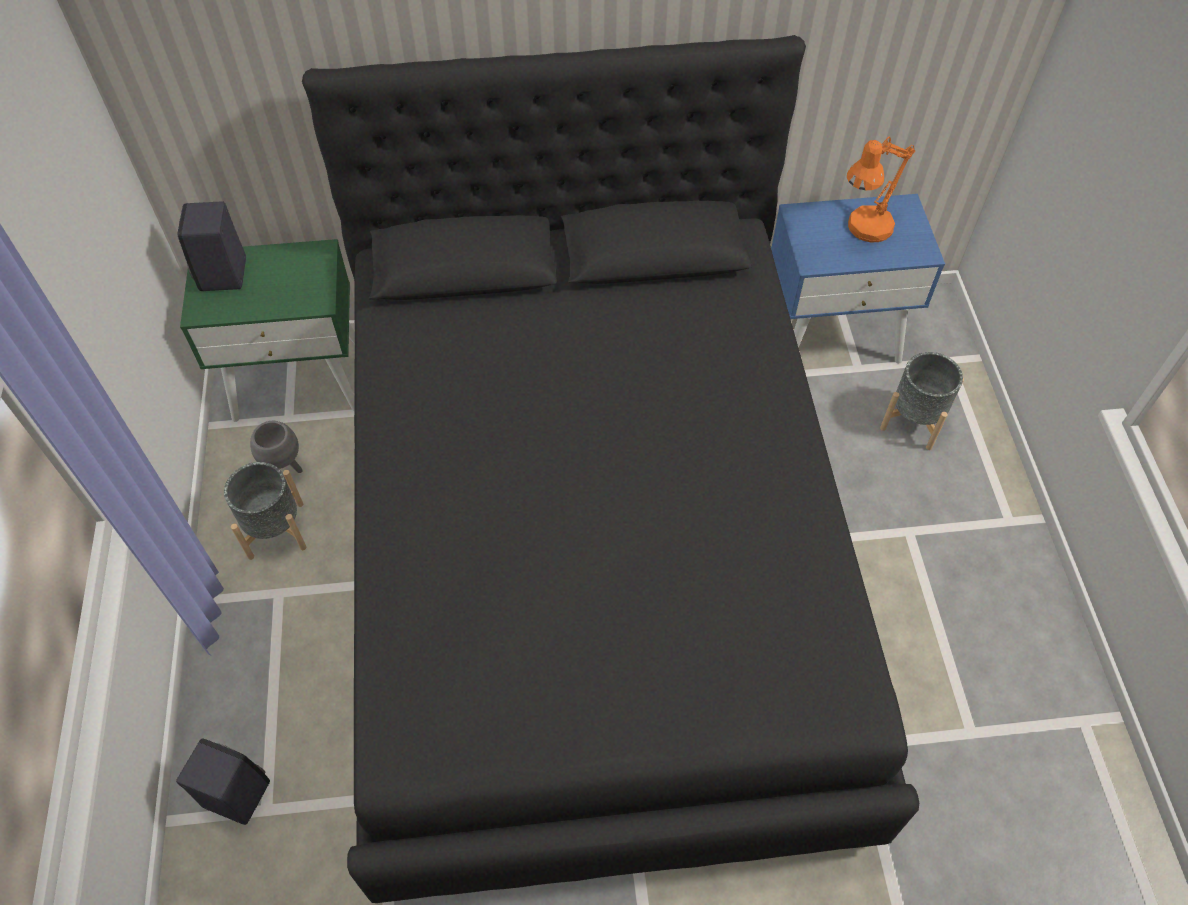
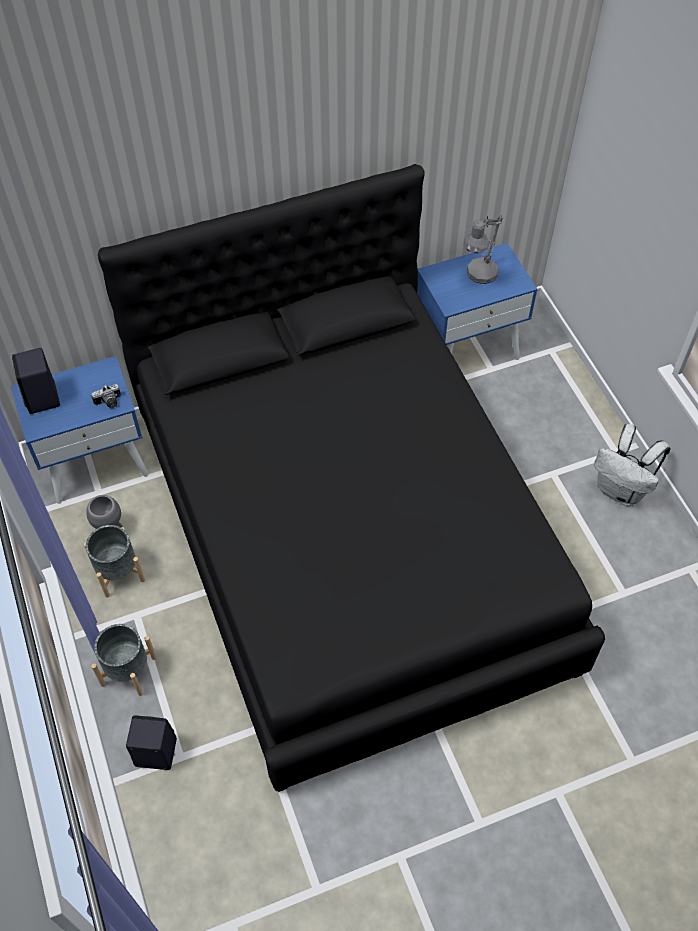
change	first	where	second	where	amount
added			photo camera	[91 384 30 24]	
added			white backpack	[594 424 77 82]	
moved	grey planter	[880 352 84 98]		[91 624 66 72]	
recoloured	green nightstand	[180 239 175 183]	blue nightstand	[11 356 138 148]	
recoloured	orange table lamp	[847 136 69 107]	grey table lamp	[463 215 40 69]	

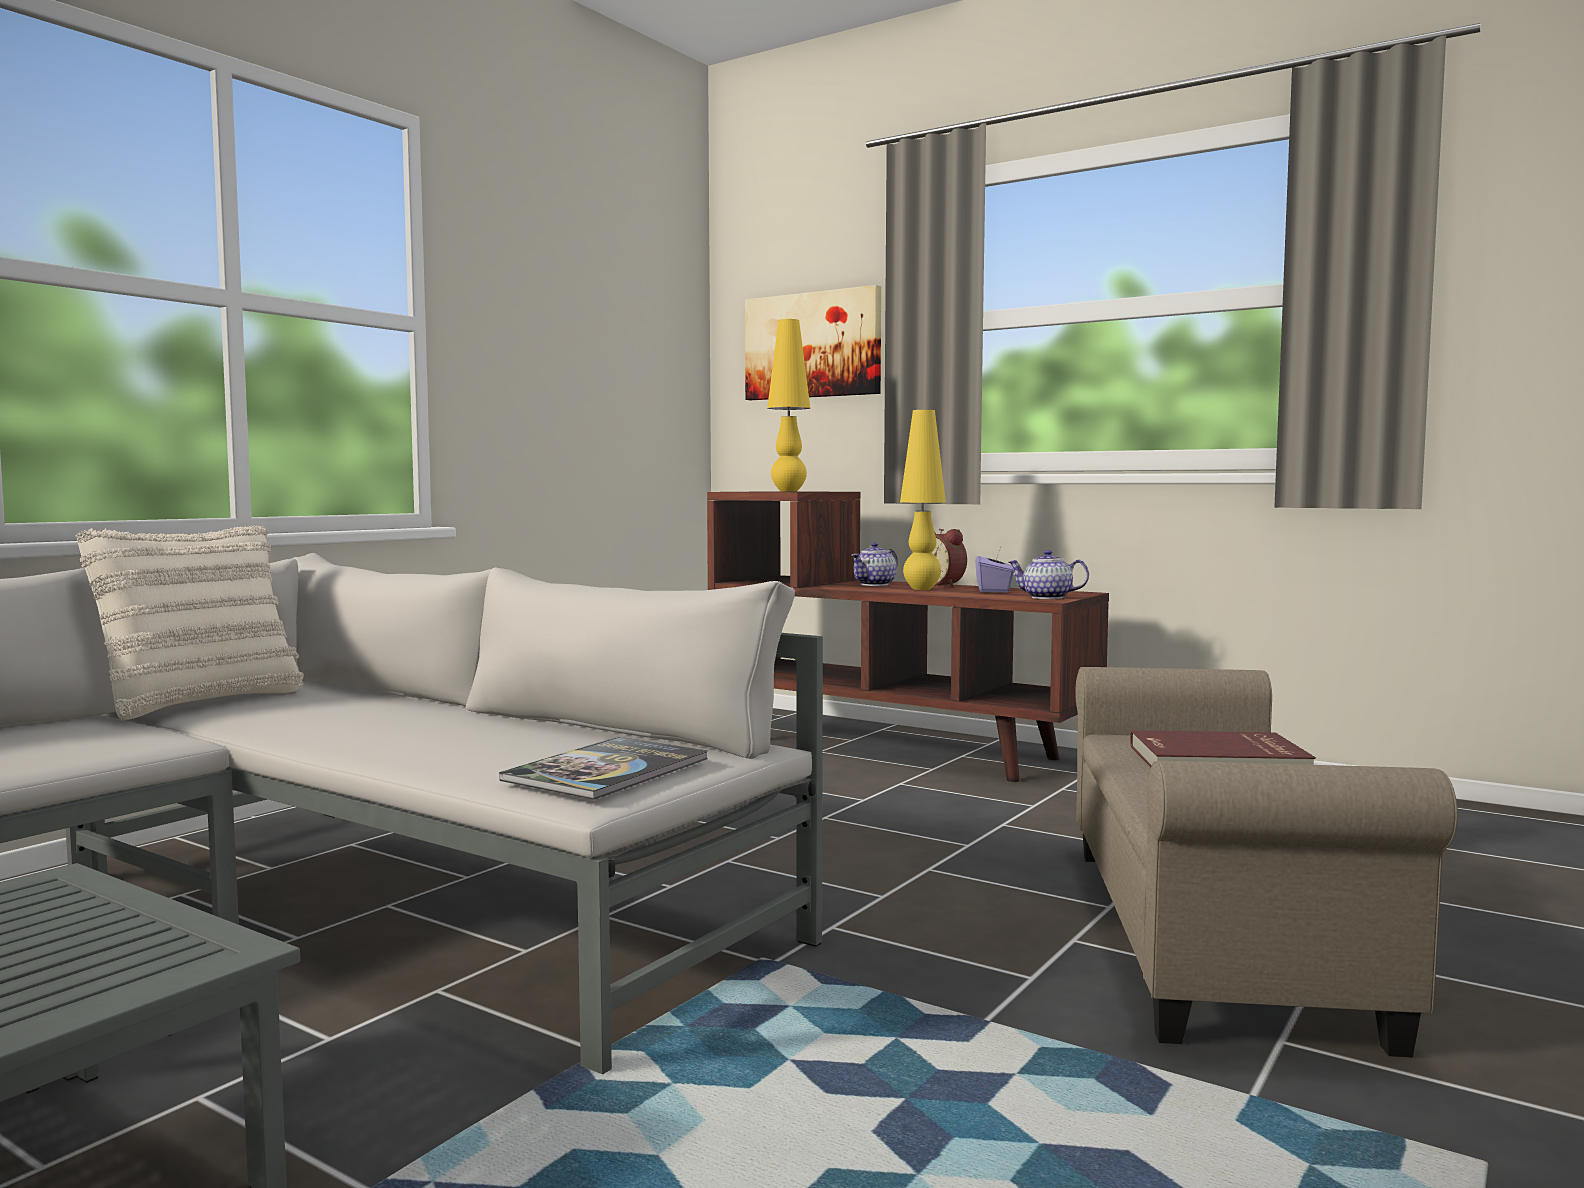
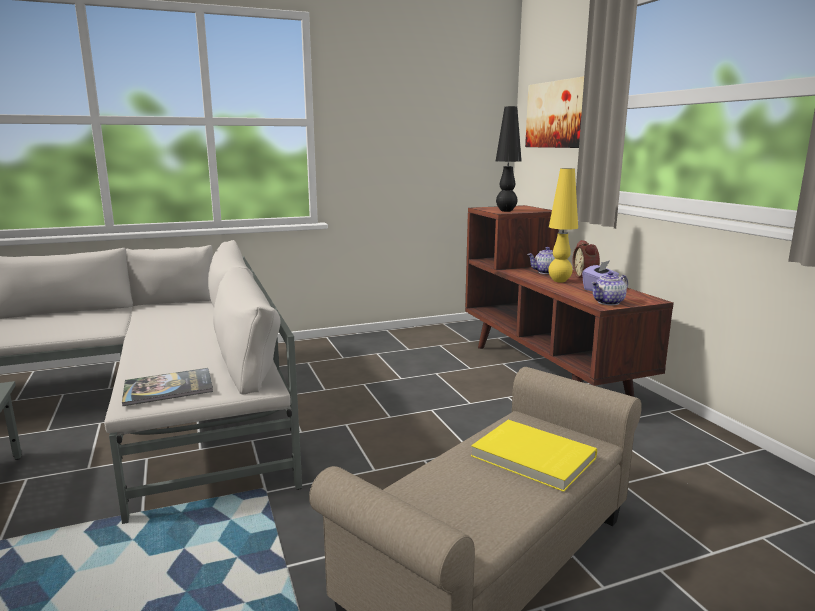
change	first	where	second	where	amount
removed	beige pillow	[75 525 229 195]			
recoloured	yellow table lamp	[767 319 43 173]	black table lamp	[496 106 26 106]	
recoloured	red book	[1130 730 186 37]	yellow book	[471 420 126 72]	
turned	teapot	[1008 550 81 49]		[591 271 37 34]	90 degrees counterclockwise

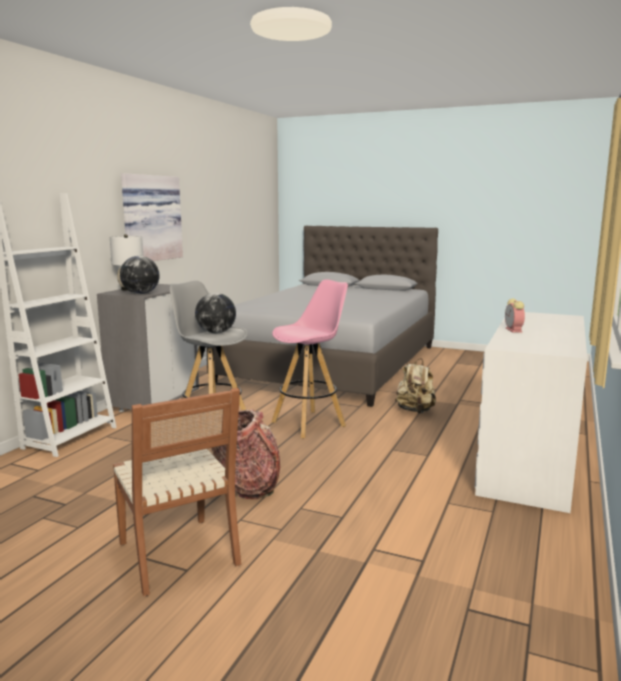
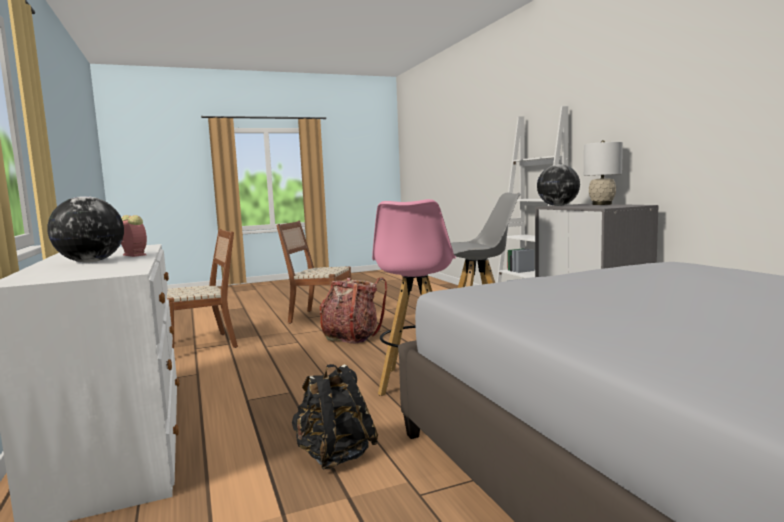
change	first	where	second	where	amount
removed	picture	[121 173 62 88]			
added			chair	[167 229 71 119]	
moved	globe	[195 293 41 41]		[47 196 77 67]	
recoloured	beige backpack	[395 358 41 56]	black backpack	[292 364 86 106]	

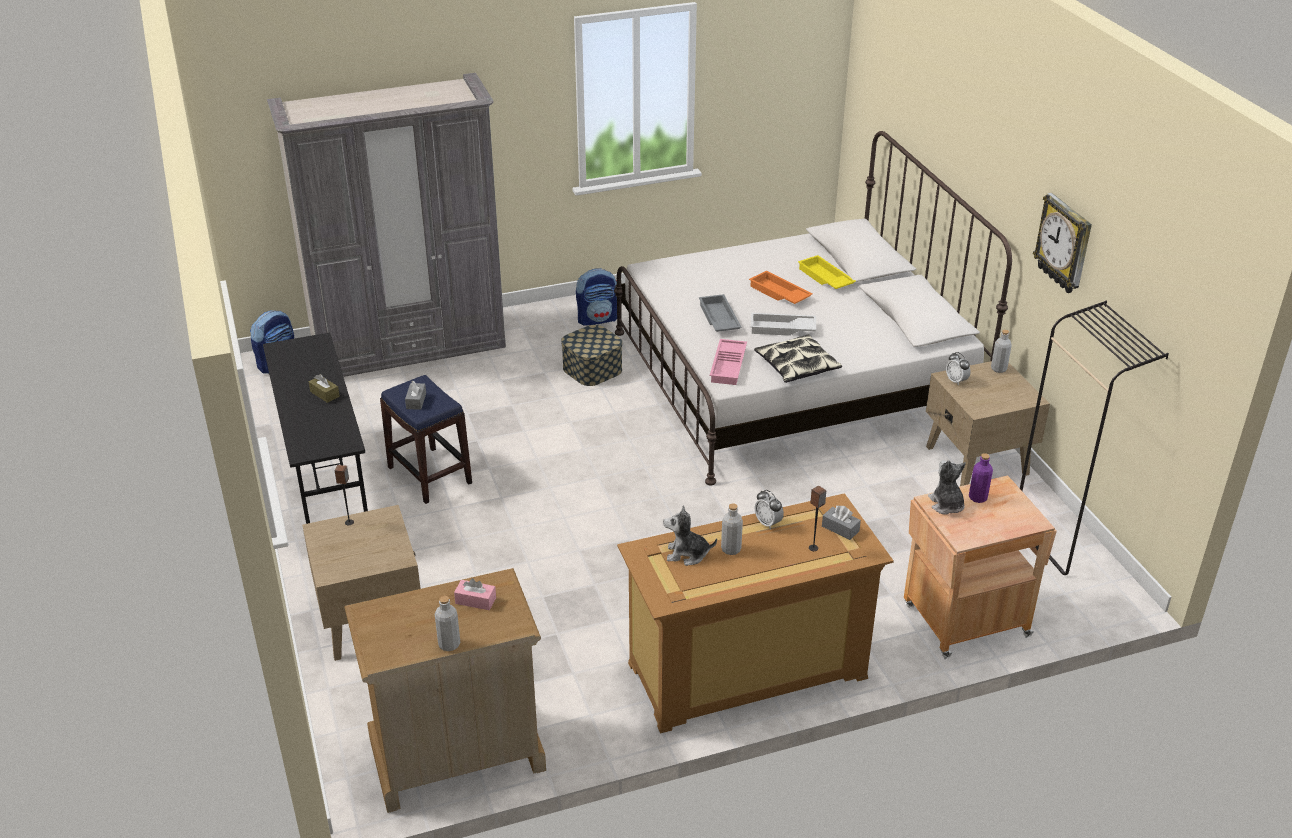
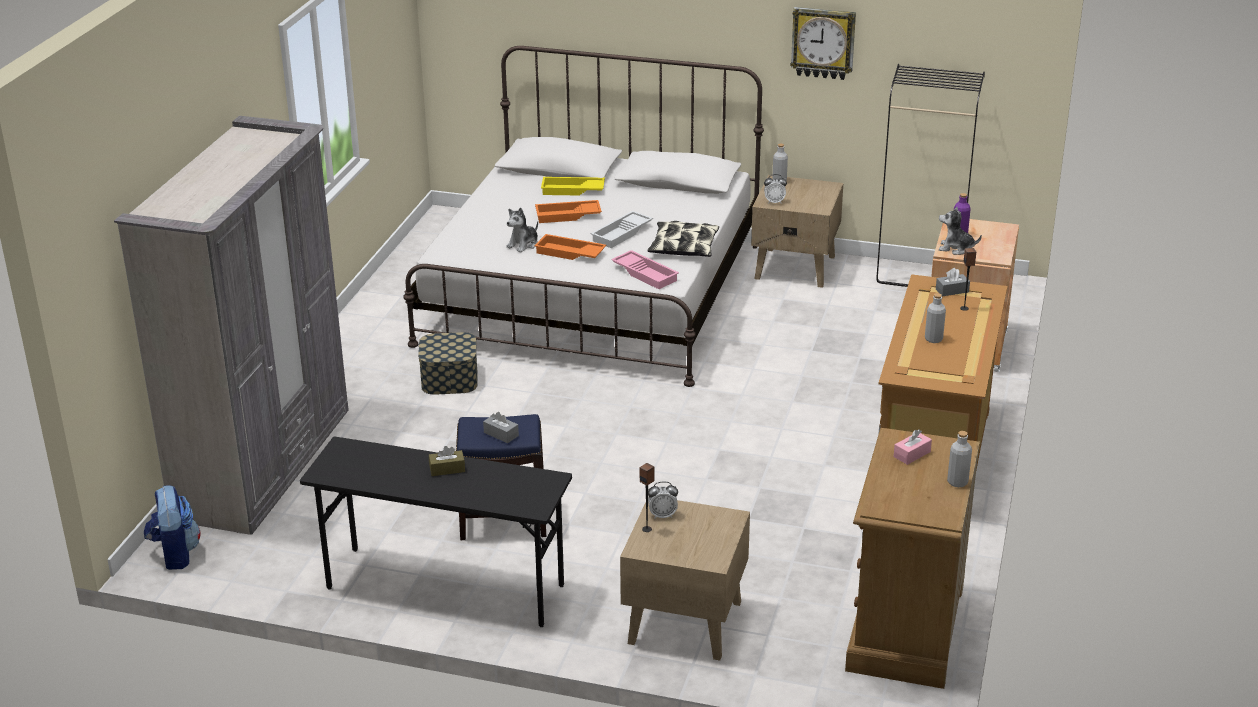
change	first	where	second	where	amount
removed	backpack	[576 268 41 58]			
moved	plush toy	[663 505 54 61]		[506 208 32 45]	
moved	alarm clock	[755 490 29 40]		[648 482 30 37]	
recoloured	grey tray	[699 294 43 38]	orange tray	[534 234 72 26]	

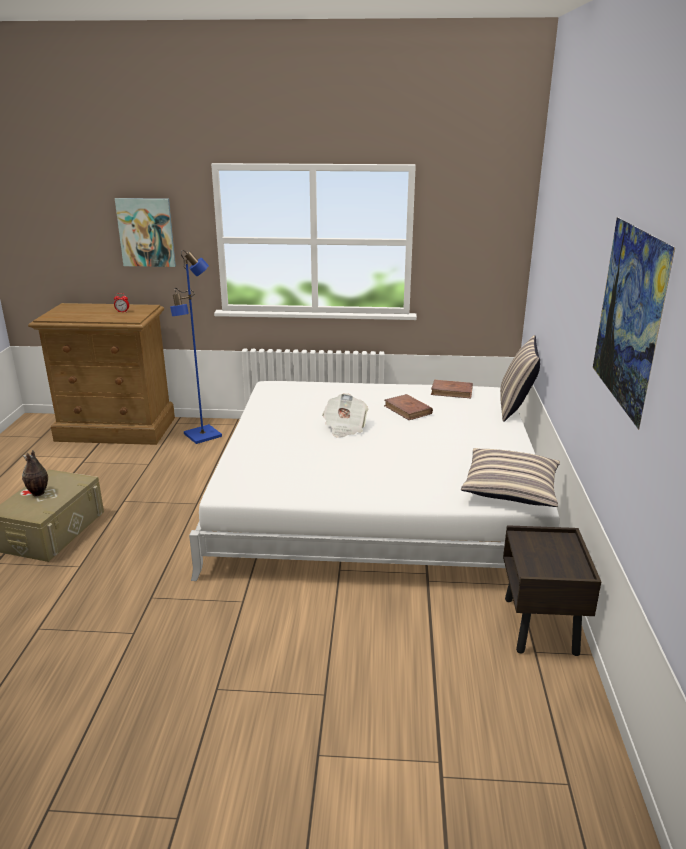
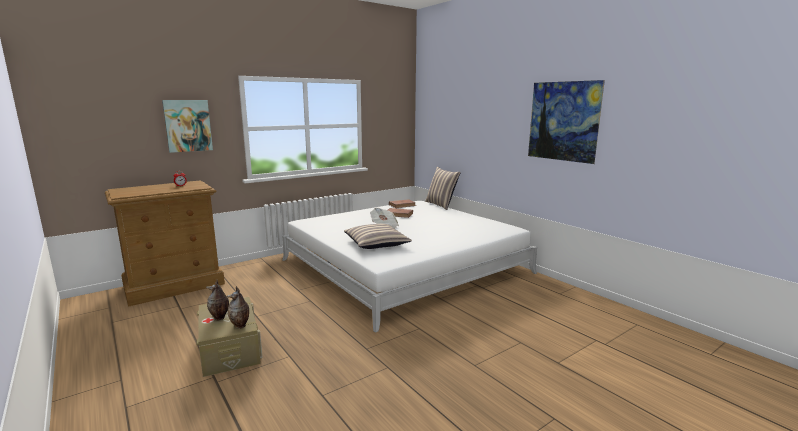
change	first	where	second	where	amount
removed	blue floor lamp	[170 250 52 194]			
removed	brown nightstand	[503 525 98 131]			
added			vase	[227 286 22 43]	
moved	pillow	[461 448 99 59]		[344 224 68 25]	

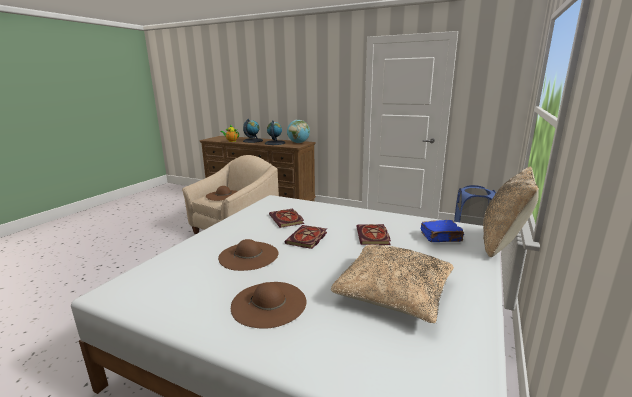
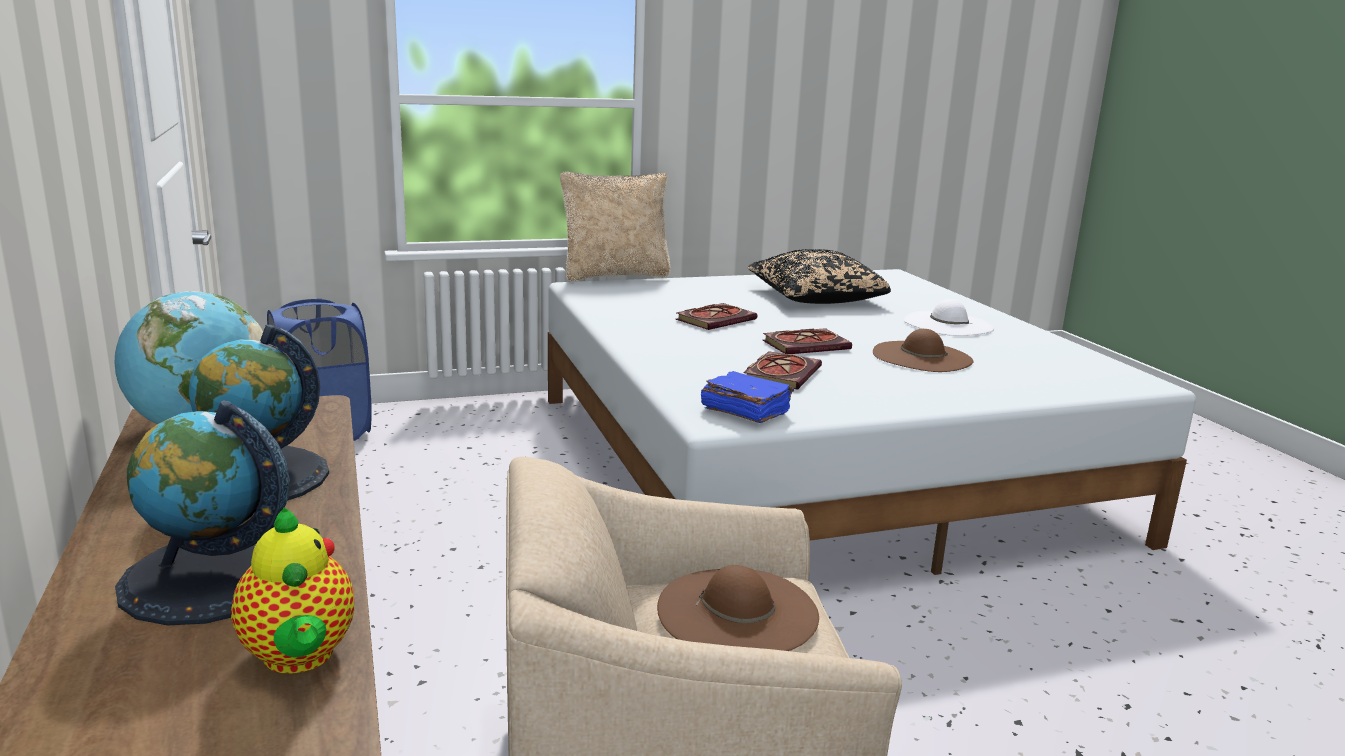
change	first	where	second	where	amount
moved	blue book	[421 220 43 22]		[701 371 93 52]	
recoloured	brown hat	[231 282 76 47]	white hat	[904 299 90 37]	
recoloured	beige pillow	[331 244 123 79]	black pillow	[748 249 143 55]	

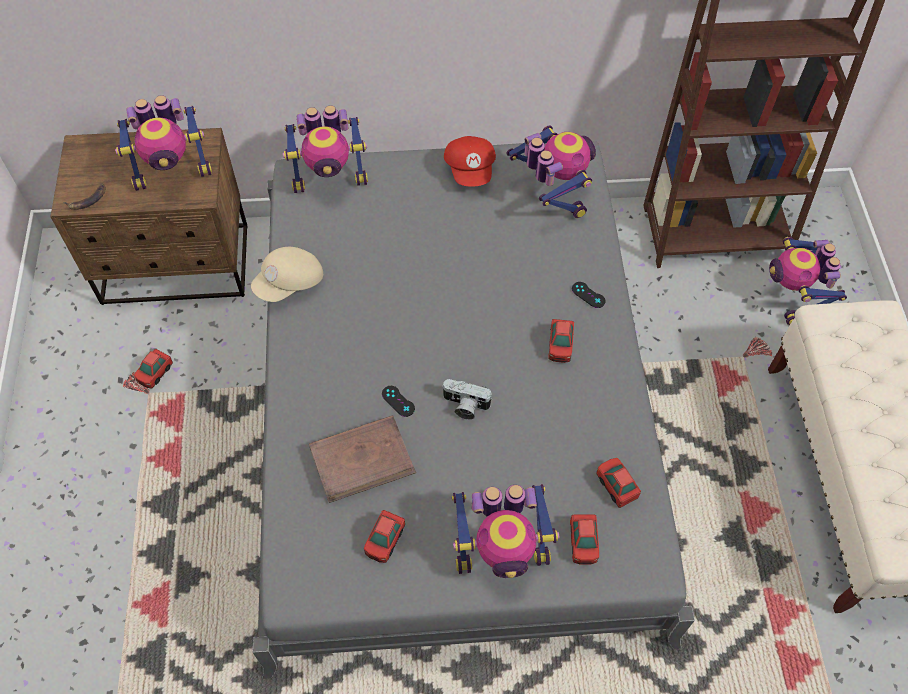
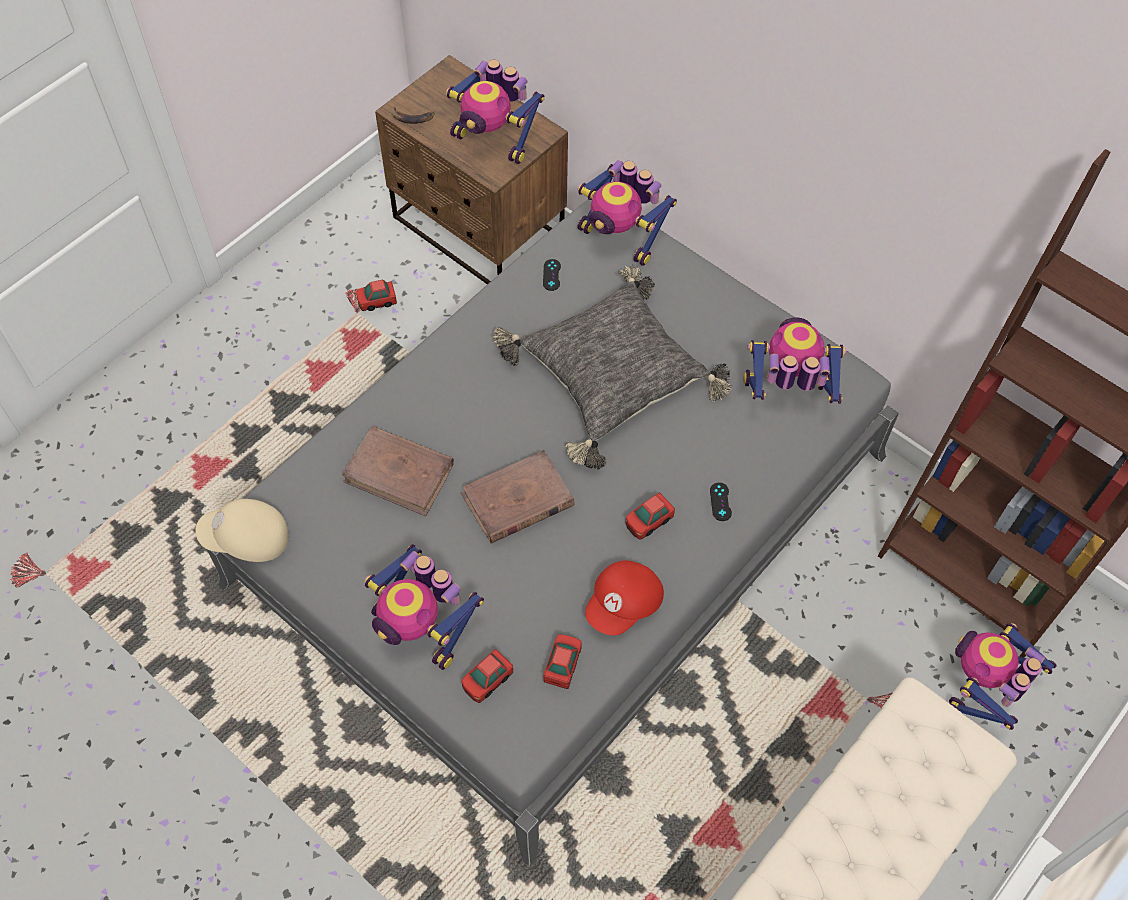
change	first	where	second	where	amount
removed	toy car	[364 510 41 53]			
added			pillow	[493 264 239 206]	
moved	beige cap	[251 247 72 55]		[195 499 94 63]	
moved	black game controller	[382 386 33 31]		[543 259 18 32]	
moved	red cap	[444 136 52 51]		[585 560 79 75]	
replaced	photo camera	[442 379 51 41]	brown book	[461 450 114 94]	
turned	toy robot	[506 125 90 93]		[744 317 102 87]	105 degrees counterclockwise

